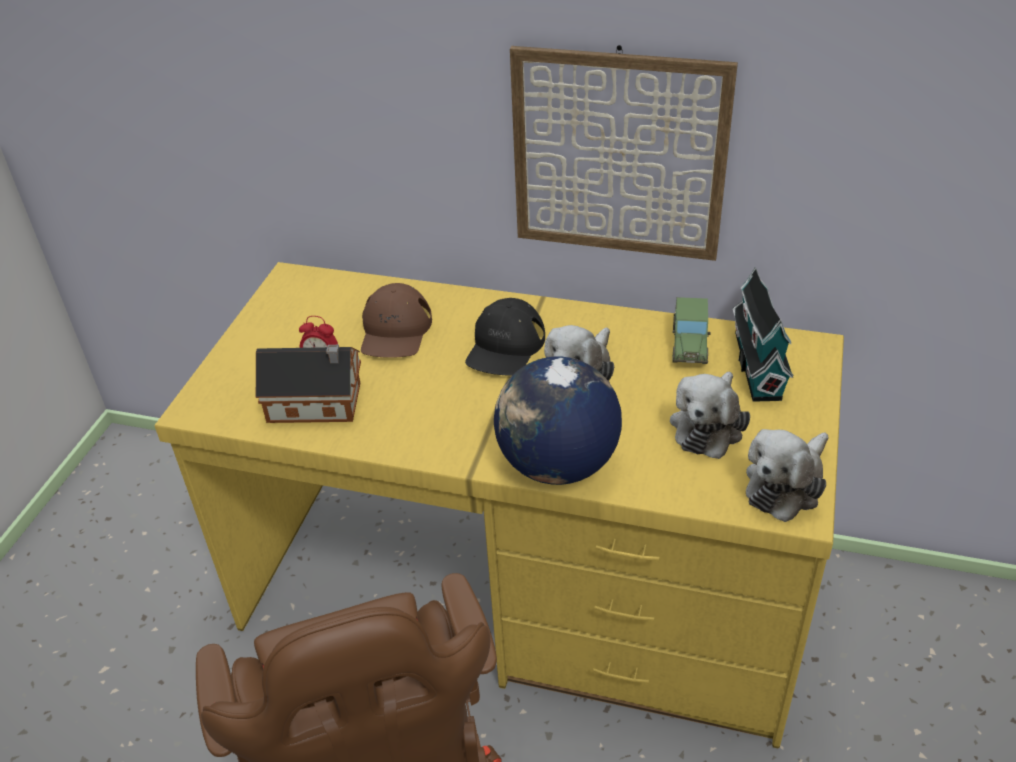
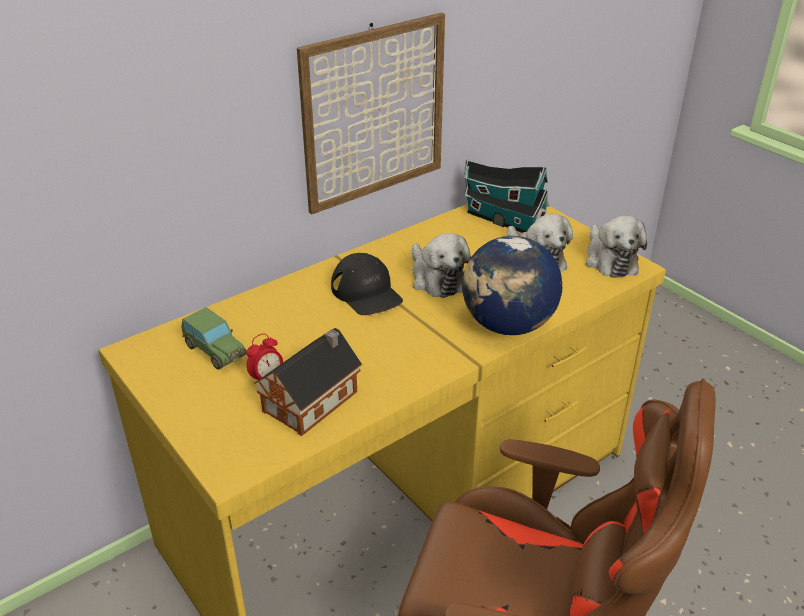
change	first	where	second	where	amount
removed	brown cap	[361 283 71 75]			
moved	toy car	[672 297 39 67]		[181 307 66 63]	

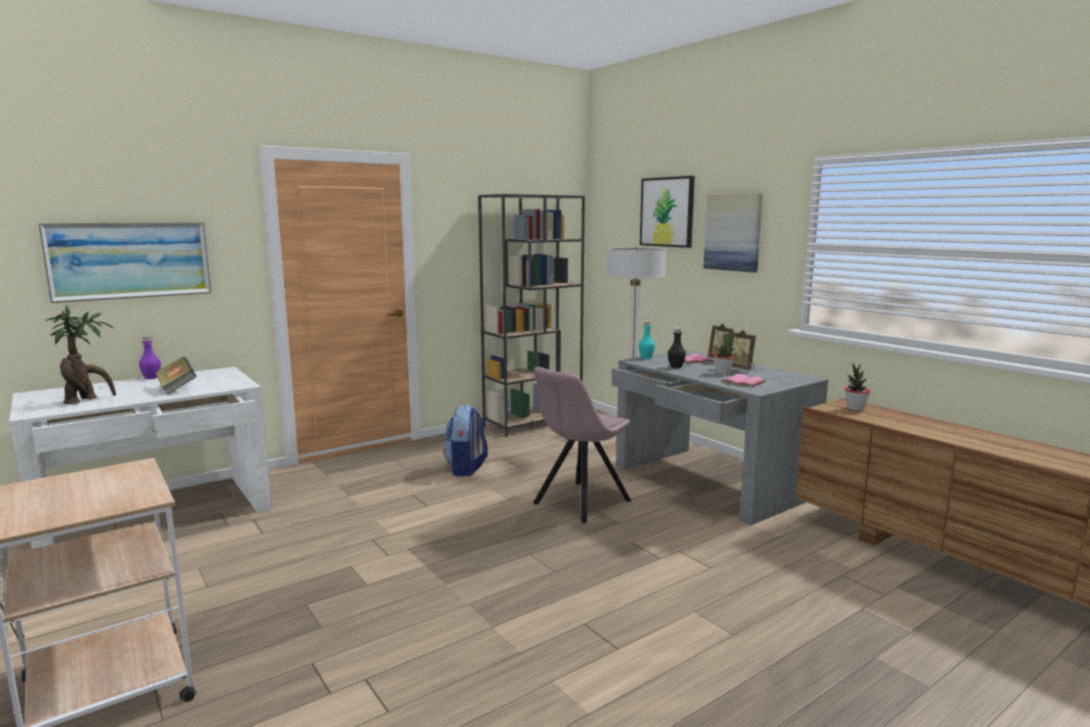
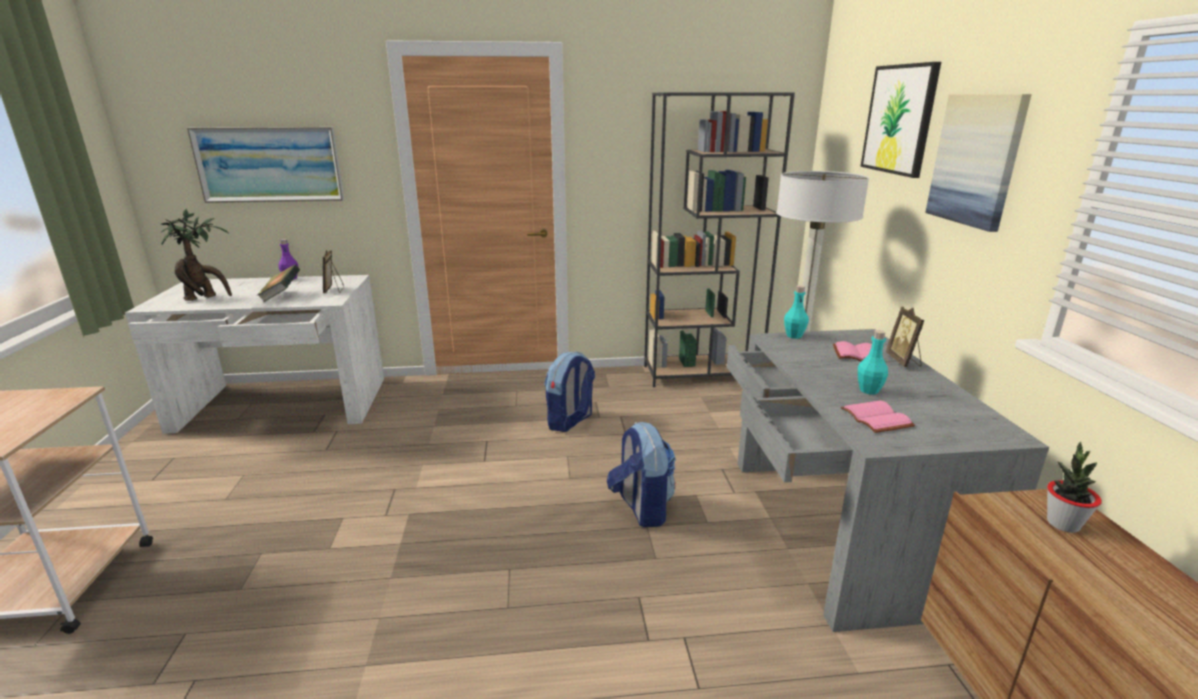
change	first	where	second	where	amount
removed	black bottle	[668 328 18 40]			
moved	picture frame	[728 330 28 40]		[323 250 21 43]	
replaced	pink chair	[534 367 97 156]	backpack	[607 422 69 105]	
replaced	potted plant	[713 334 23 41]	turquoise bottle	[858 330 30 64]	

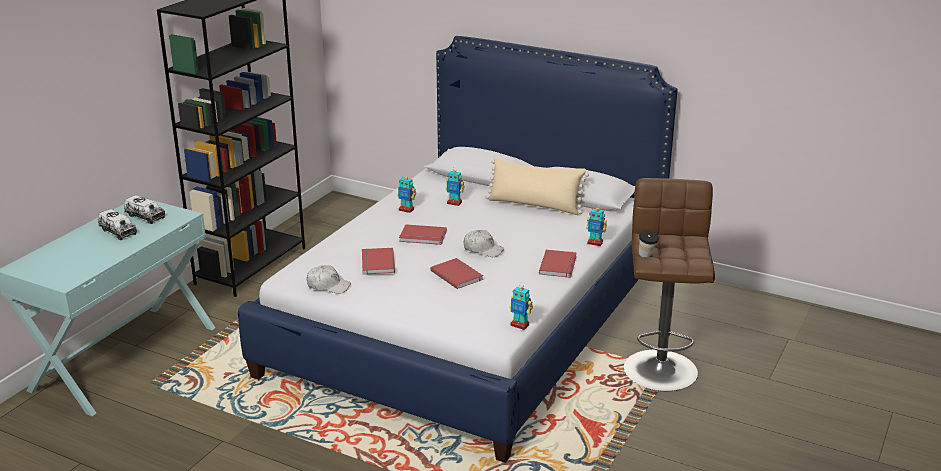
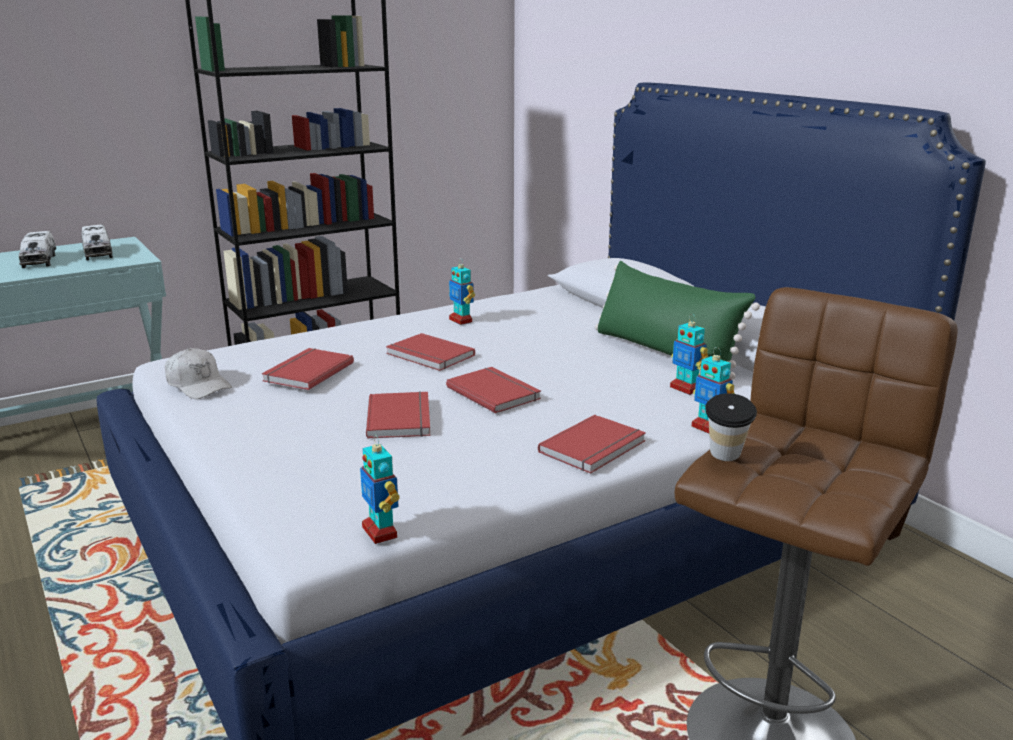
change	first	where	second	where	amount
moved	toy robot	[445 167 20 39]		[670 314 39 81]	
replaced	white cap	[463 230 42 27]	red book	[446 367 95 46]	
recoloured	beige pillow	[486 158 103 57]	green pillow	[595 261 165 119]	

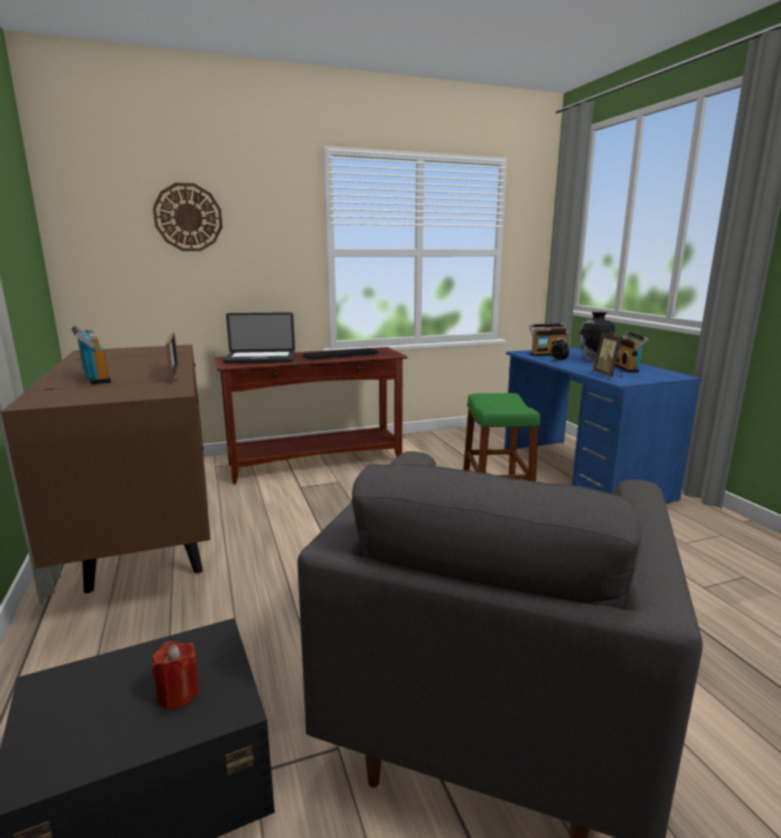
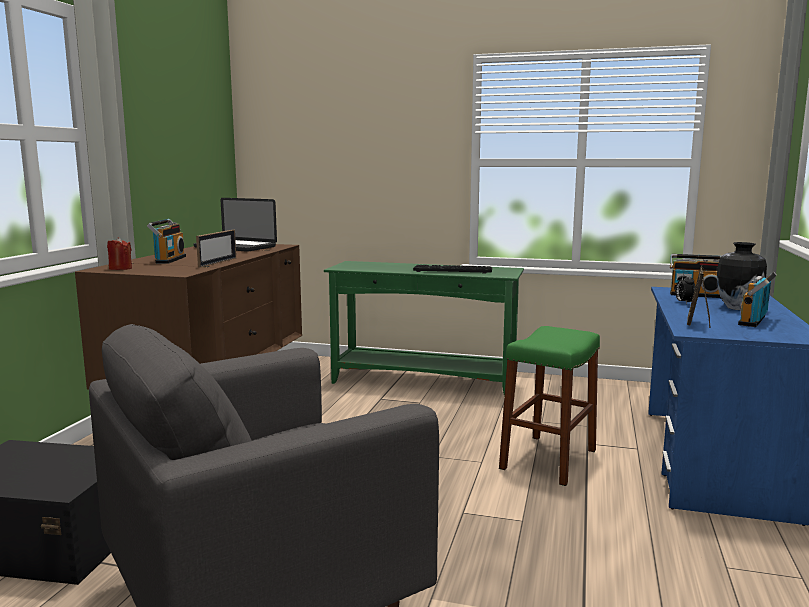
change	first	where	second	where	amount
removed	wall clock	[153 183 70 68]			
moved	red candle	[152 641 47 69]		[107 237 25 33]	
moved	laptop	[223 312 72 52]		[194 198 83 54]	
recoloured	brown console table	[214 347 194 137]	green console table	[324 261 200 135]	

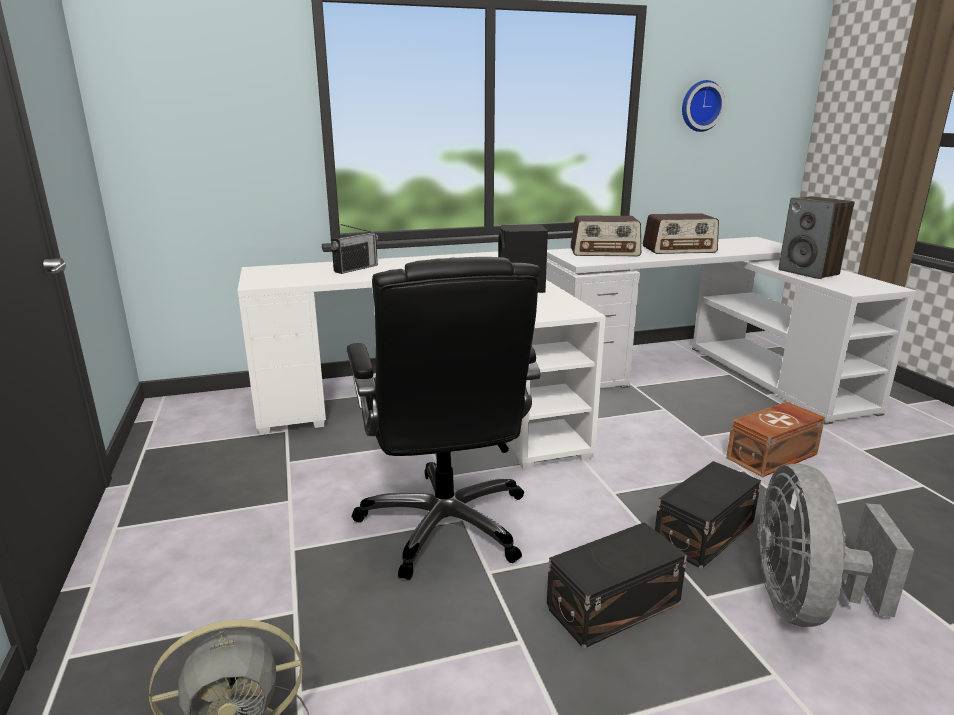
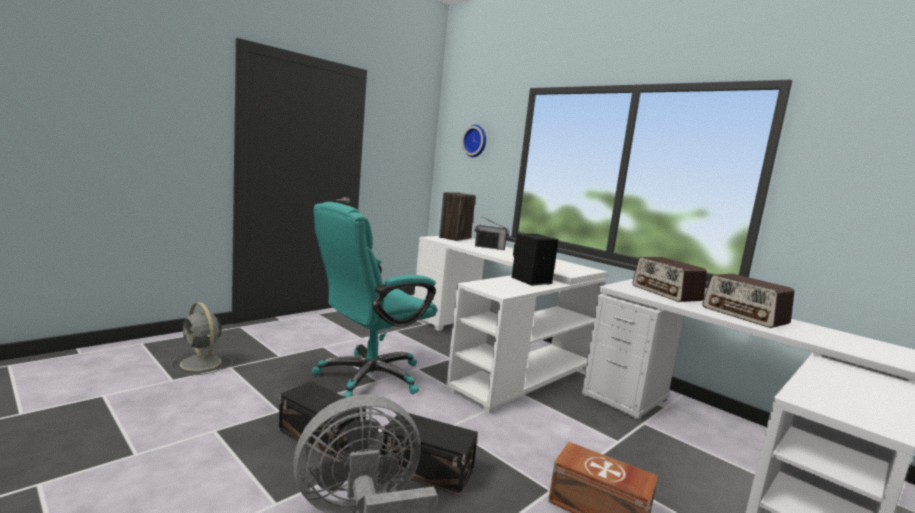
change	first	where	second	where	amount
moved	wall clock	[682 80 43 52]		[462 125 24 32]	
moved	speaker	[778 196 77 83]		[439 192 36 49]	
recoloured	black office chair	[347 257 193 323]	turquoise office chair	[312 202 125 196]	

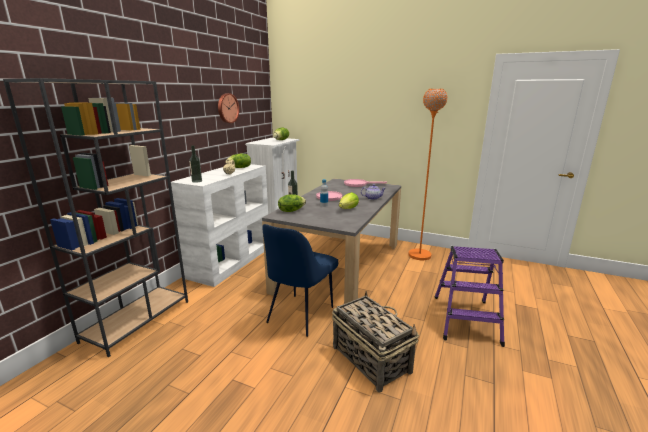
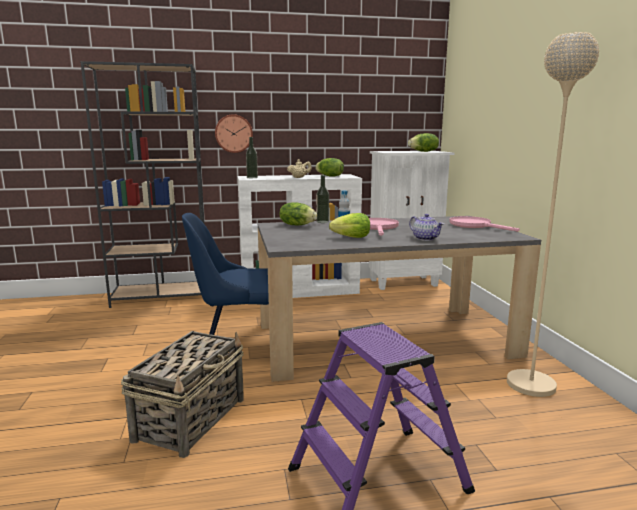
change	first	where	second	where	amount
moved	wall clock	[218 93 21 30]		[215 114 38 39]	
recoloured	orange floor lamp	[408 89 39 171]	beige floor lamp	[507 32 92 365]	

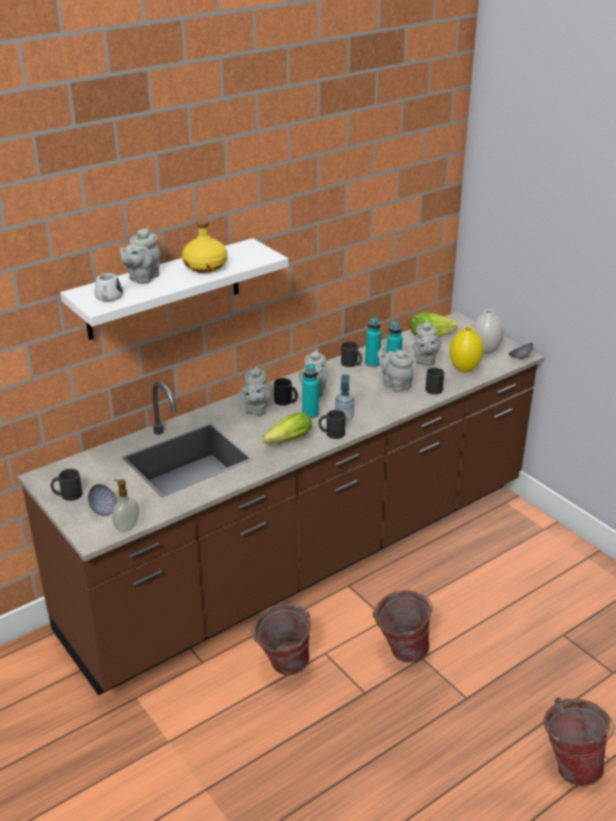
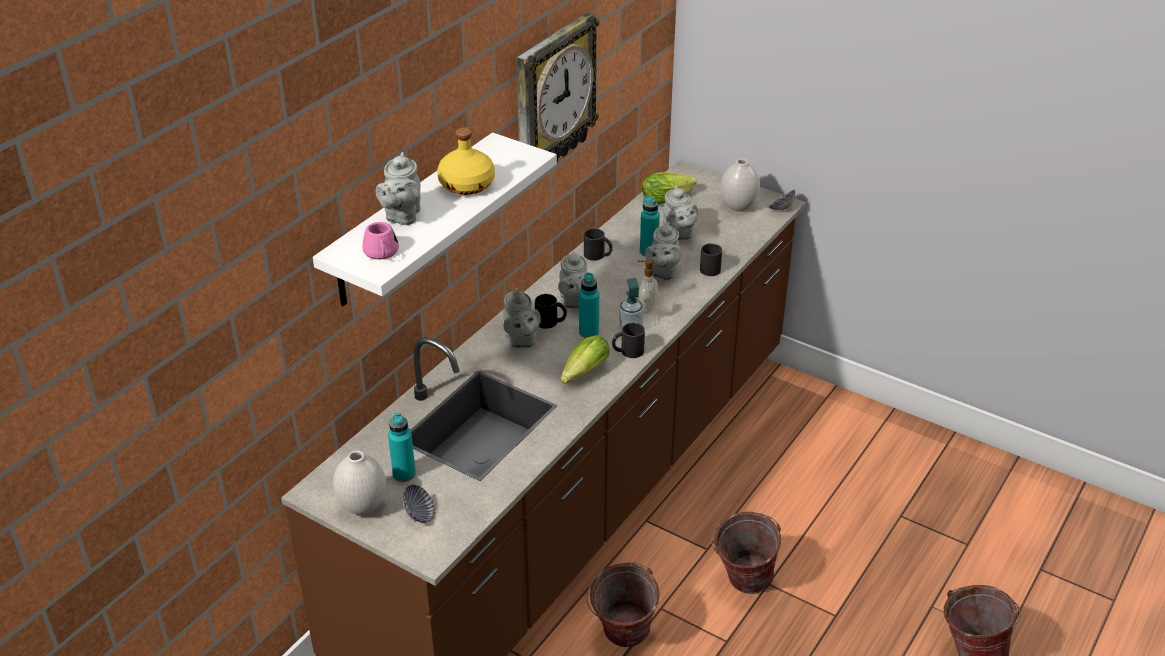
change	first	where	second	where	amount
removed	yellow vase	[449 327 34 45]			
added			wall clock	[516 12 83 150]	
moved	soap dispenser	[112 479 27 53]		[638 259 20 55]	
moved	turquoise bottle	[365 317 17 50]		[388 413 28 69]	
replaced	black mug	[50 469 32 32]	white vase	[333 451 53 64]	
recoloured	white mug	[94 273 29 28]	pink mug	[362 222 37 37]	
turned	grey teapot	[377 346 36 46]		[645 222 36 58]	105 degrees counterclockwise

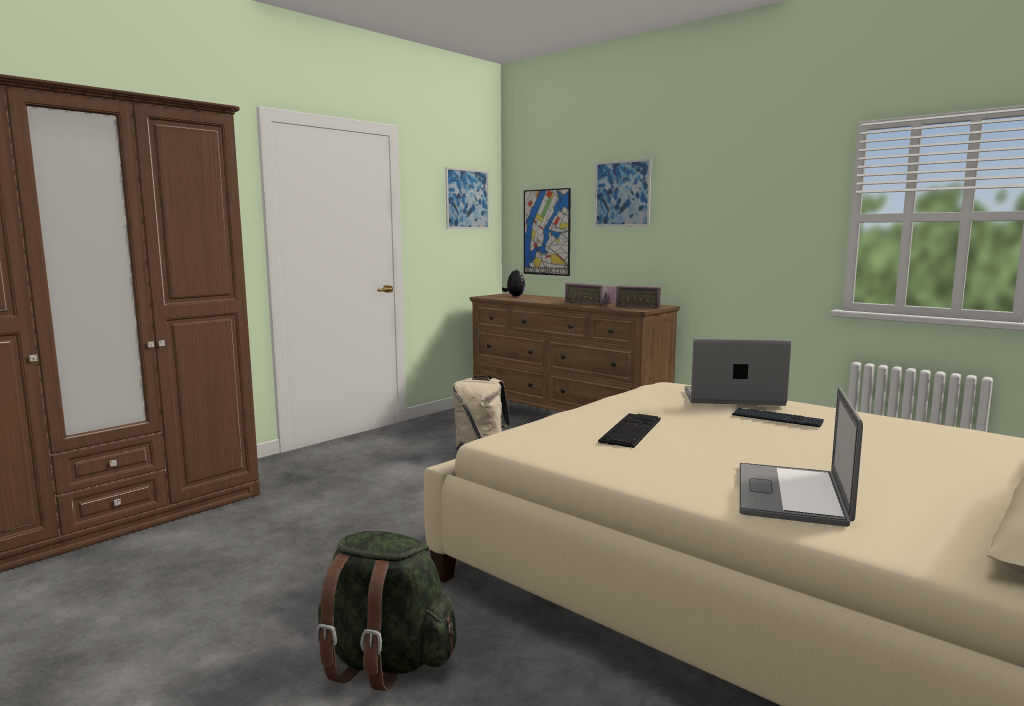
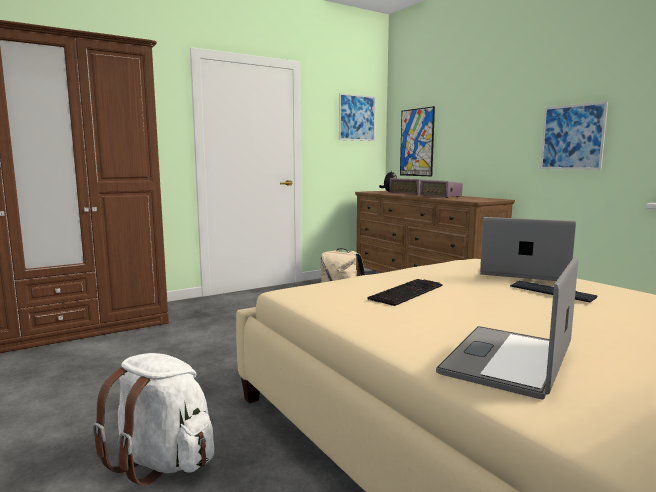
change	first	where	second	where	amount
moved	picture	[595 158 57 69]		[540 101 68 69]	
moved	radio	[616 285 45 23]		[389 178 32 16]	
recoloured	green backpack	[316 531 140 160]	white backpack	[92 353 122 133]	

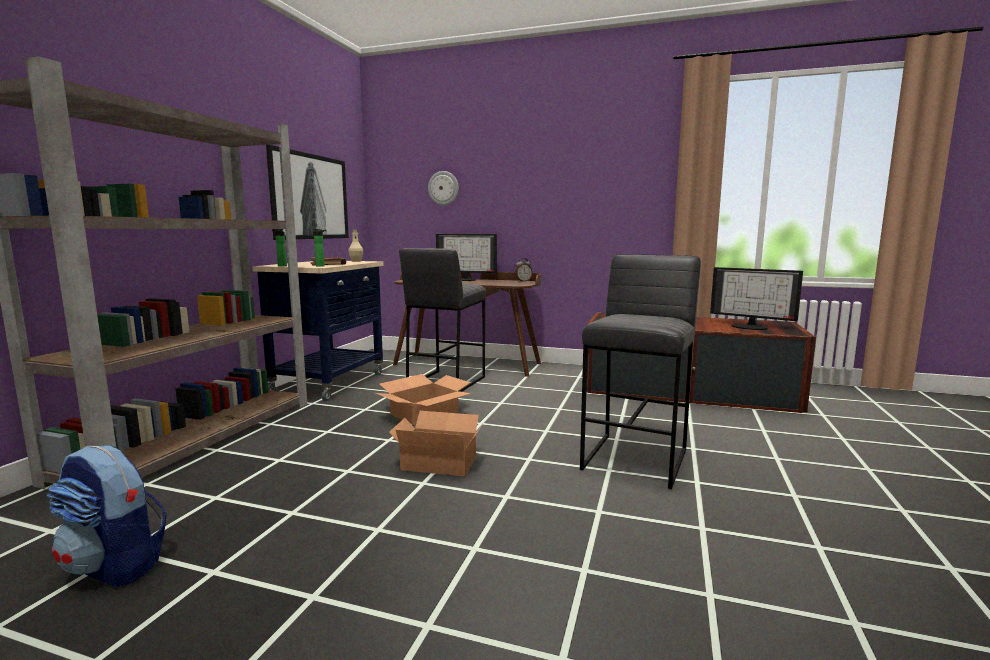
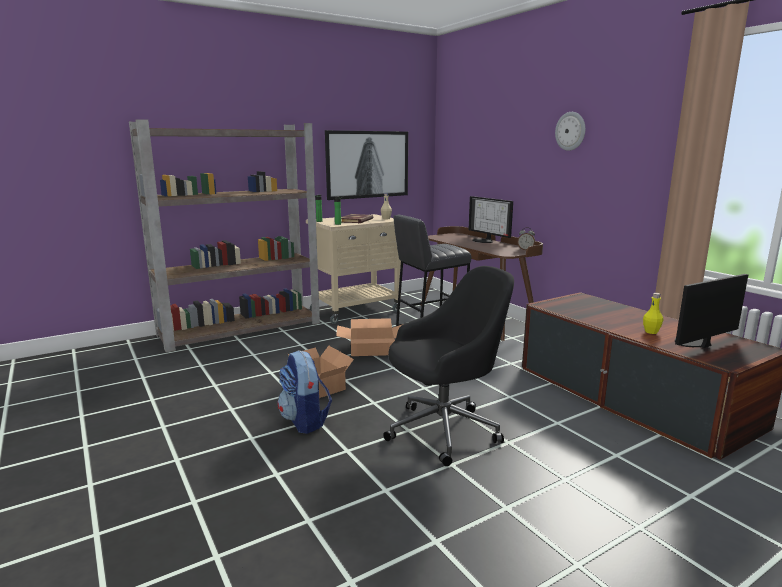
change	first	where	second	where	amount
added			yellow bottle	[643 293 20 41]	
moved	backpack	[47 445 120 143]		[278 350 54 84]	
moved	wall clock	[428 171 31 34]		[555 112 31 39]	
replaced	grey stool	[580 254 121 235]	black office chair	[383 266 131 200]	
recoloured	blue cart	[252 261 132 140]	beige cart	[306 214 95 110]	
turned	monitor	[710 267 93 63]		[675 274 73 74]	75 degrees clockwise

